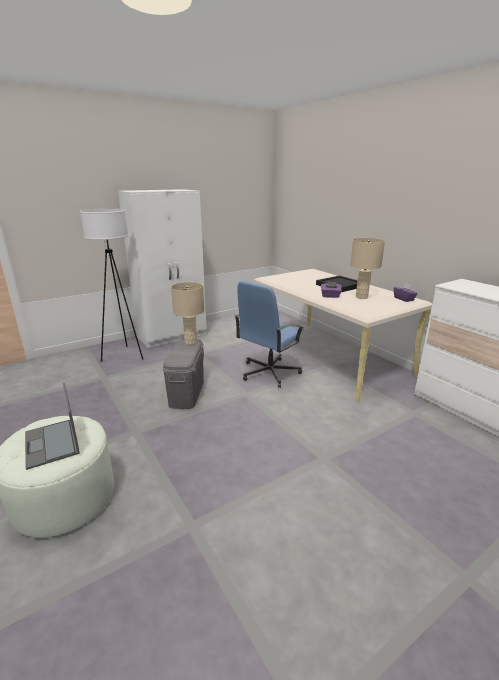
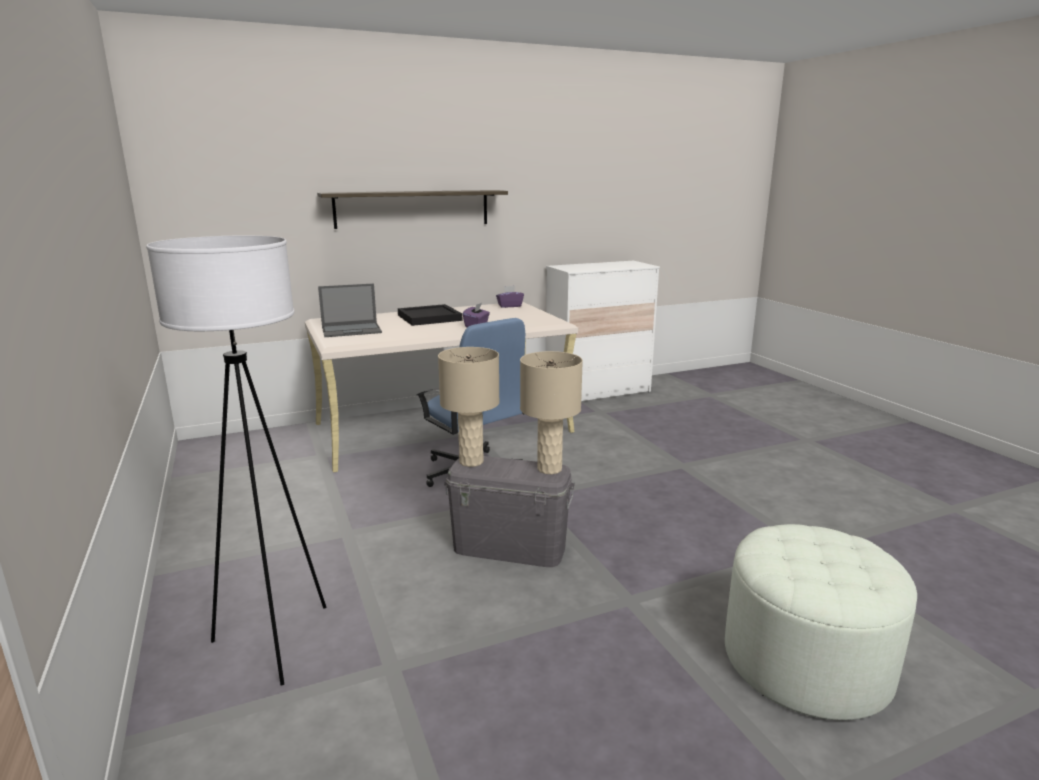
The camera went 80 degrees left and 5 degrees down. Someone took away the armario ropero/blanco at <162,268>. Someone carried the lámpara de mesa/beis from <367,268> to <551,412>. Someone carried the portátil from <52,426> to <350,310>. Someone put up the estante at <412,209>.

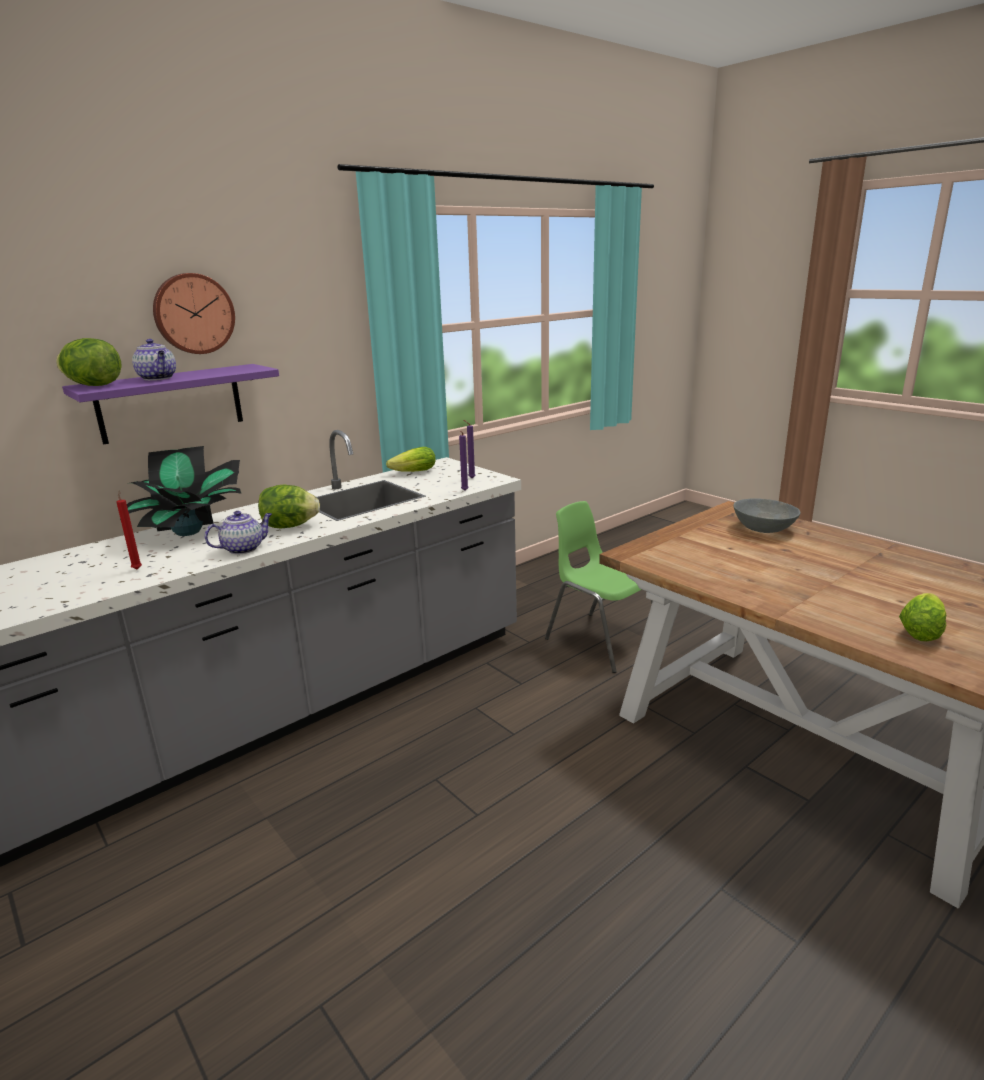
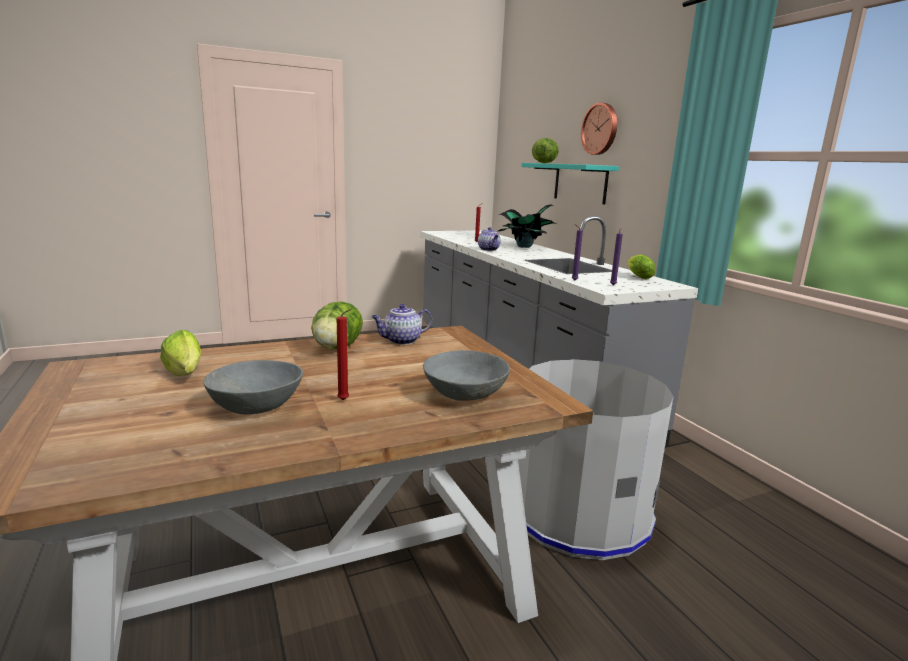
The camera went 105 degrees right and 5 degrees down. Someone carried the tetera from <154,359> to <401,324>. Someone repainted the estante/morado at <170,404>, which became the estante/turquesa at <570,183>. Someone carried the lechuga from <289,506> to <337,325>. Someone swapped the silla/verde at <599,587> for the papelera/gris at <596,459>. Someone put down the vela/rojo at <344,354>. Someone put down the cuenco/gris at <253,387>.

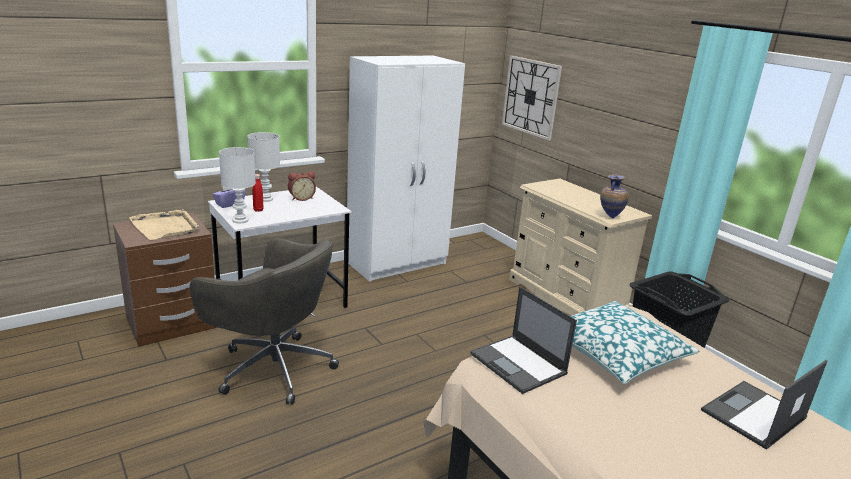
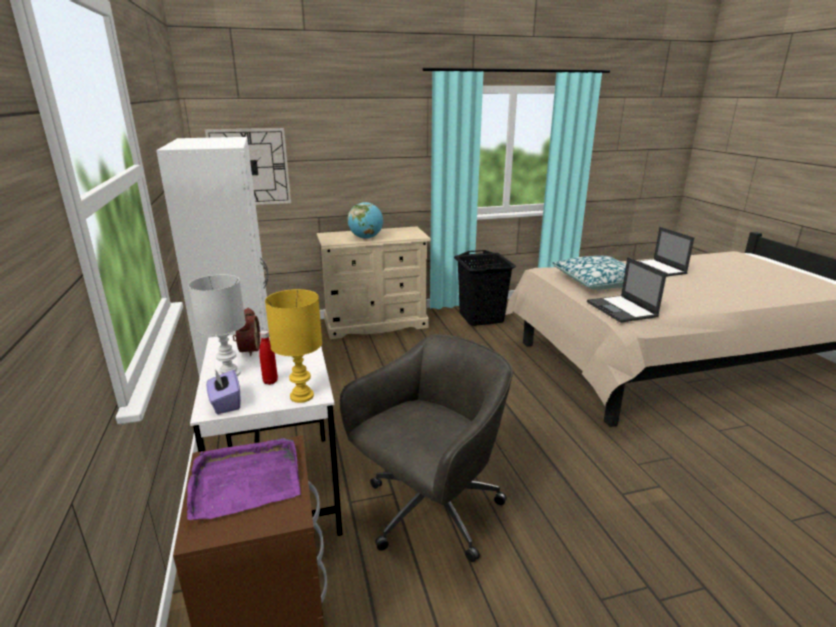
The camera went 70 degrees left and 0 degrees up. Someone repainted the lámpara de mesa/blanco at <237,185>, which became the lámpara de mesa/amarillo at <293,346>. Someone took away the florero at <614,196>. Someone repainted the bandeja/beis at <164,224>, which became the bandeja/morado at <244,479>. Someone rotated the portátil at <523,340> by 90 degrees clockwise. Someone put down the globo terráqueo at <365,220>.

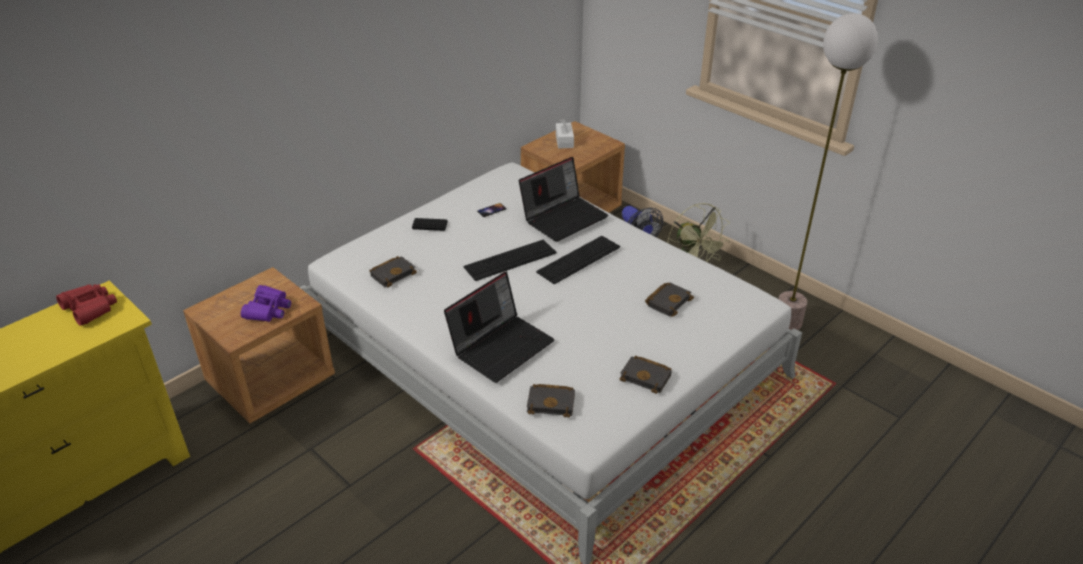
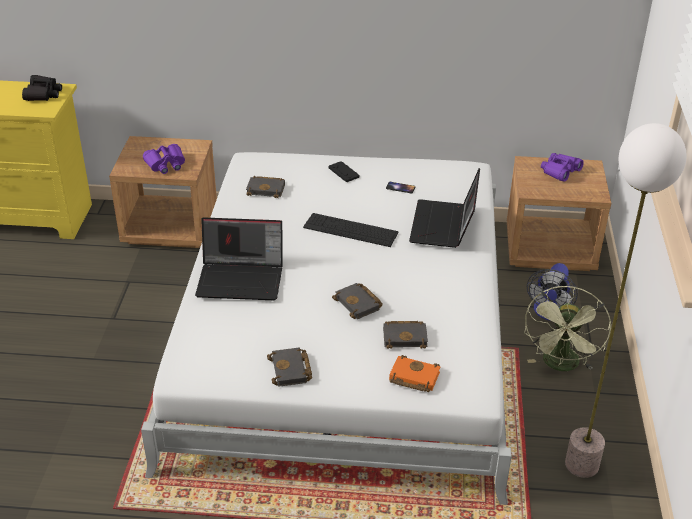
The camera went 50 degrees right and 0 degrees up. Someone swapped the caja de pañuelos/blanco at <565,133> for the prismáticos/morado at <562,167>. Someone rotated the portátil at <563,199> by 90 degrees clockwise. Someone took away the teclado at <578,260>. Someone repainted the prismáticos/rojo at <86,305>, which became the prismáticos/negro at <42,88>. Someone carried the libro/negro from <551,401> to <357,301>. Someone put down the libro/naranja at <414,373>.

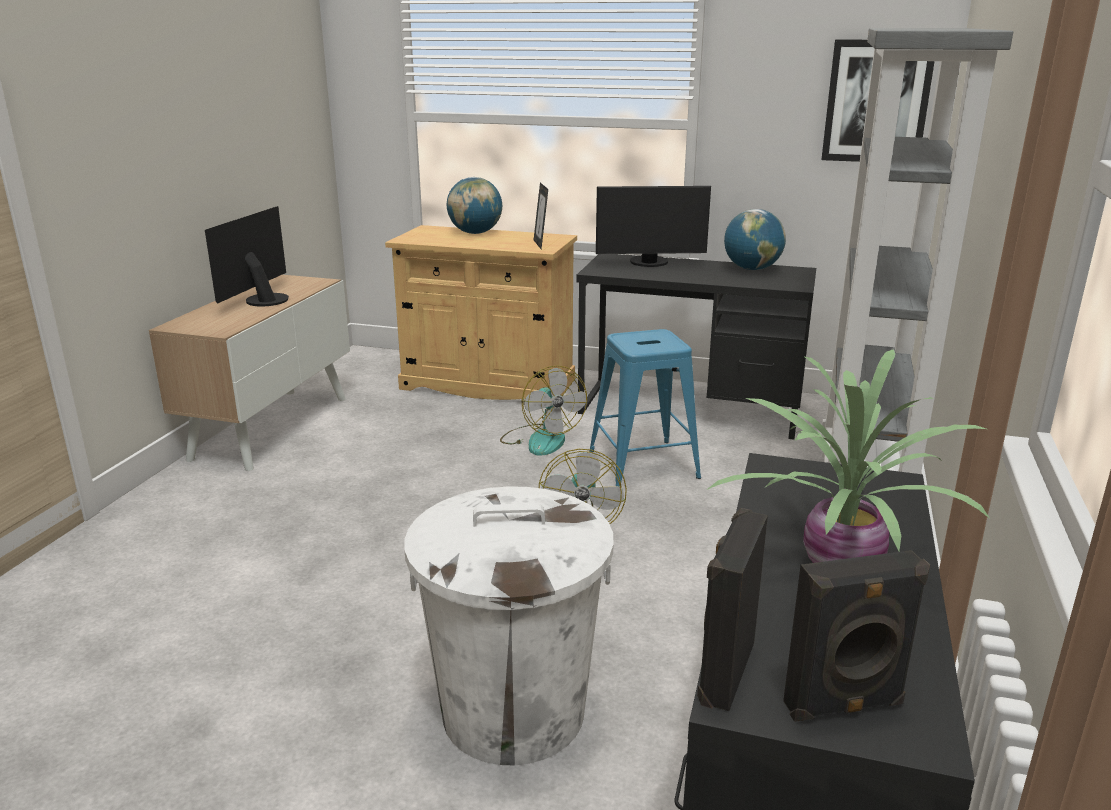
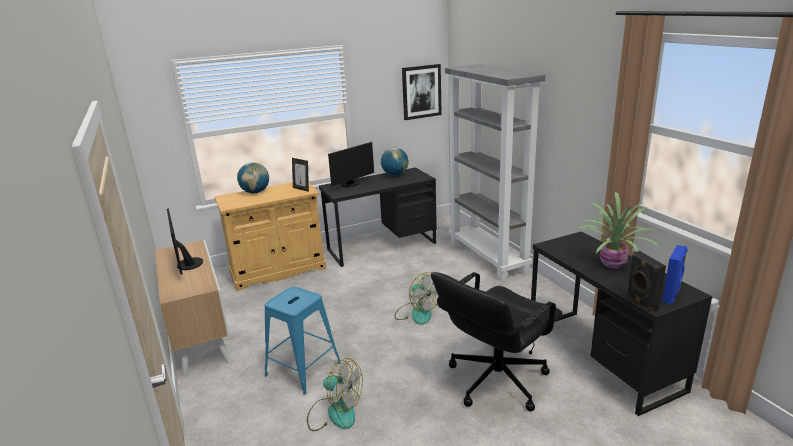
The camera went 40 degrees left and 0 degrees up. Someone carried the taburete/azul from <645,408> to <302,340>. Someone carried the ventilador from <543,410> to <335,394>. Someone swapped the papelera/blanco at <509,625> for the silla de oficina/negro at <497,342>. Someone repainted the altavoz/negro at <856,636>, which became the altavoz/azul at <675,274>.

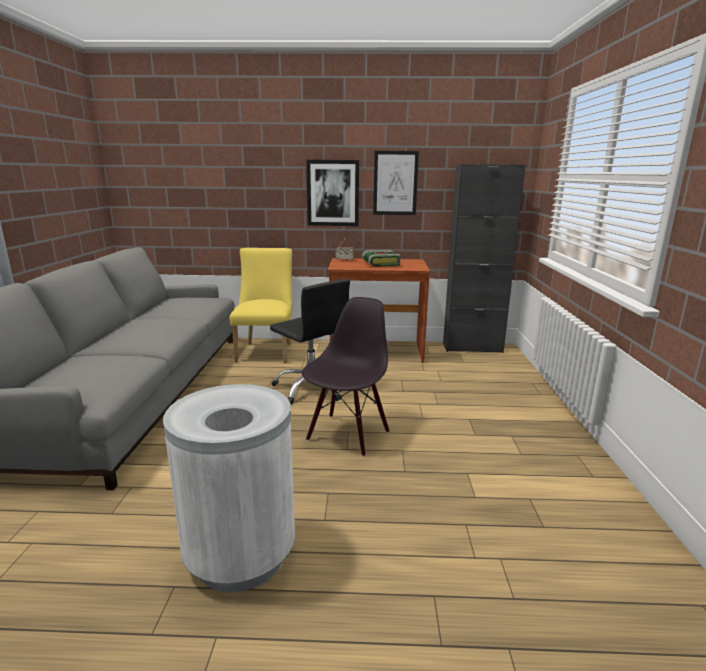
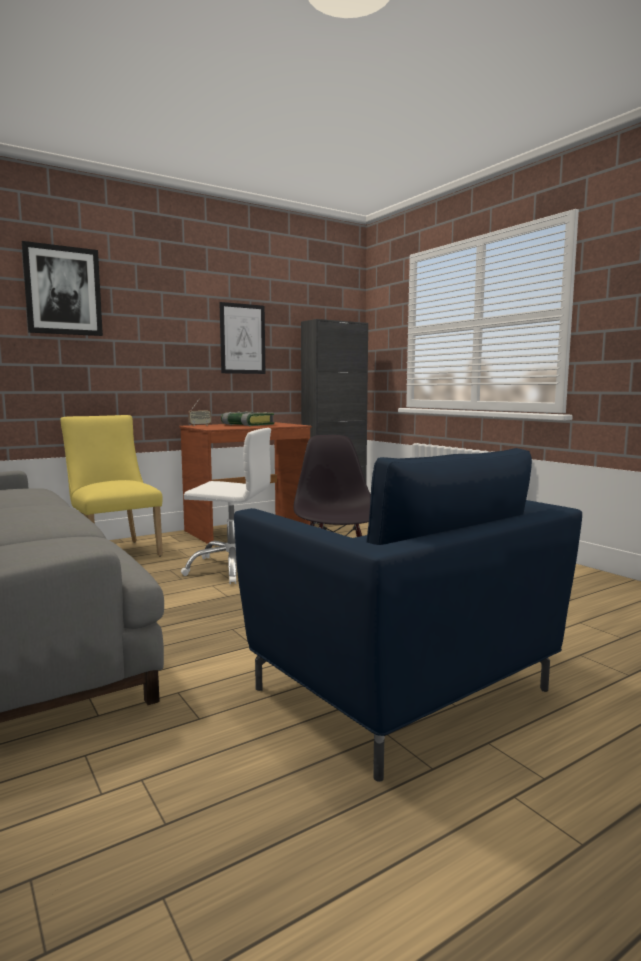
The camera went 35 degrees left and 10 degrees down. Someone carried the cuadro from <332,193> to <62,288>. Someone repainted the silla de oficina/negro at <310,341>, which became the silla de oficina/blanco at <226,506>. Someone swapped the papelera/blanco at <229,488> for the sillón/azul at <408,615>.

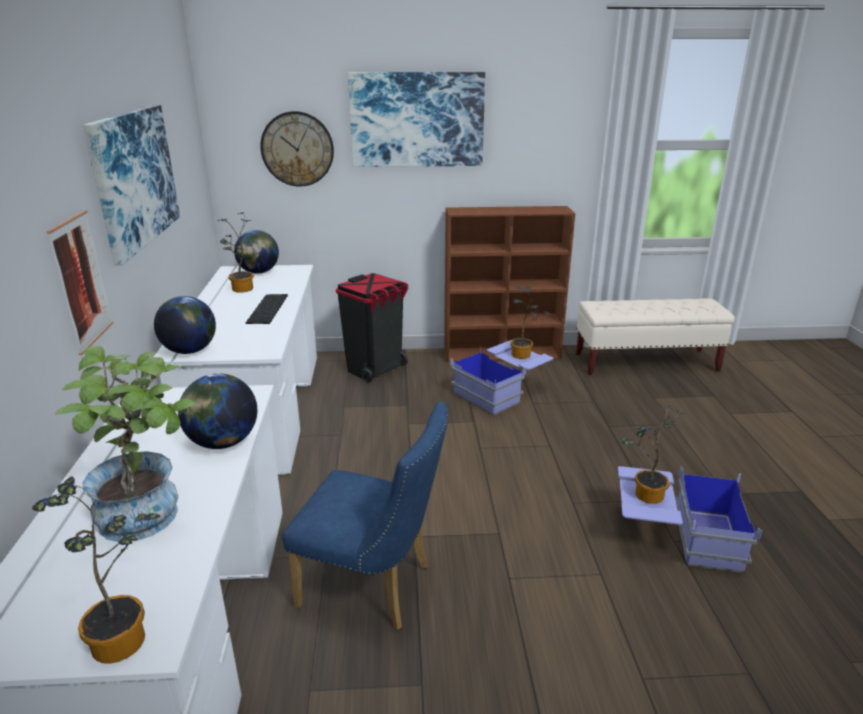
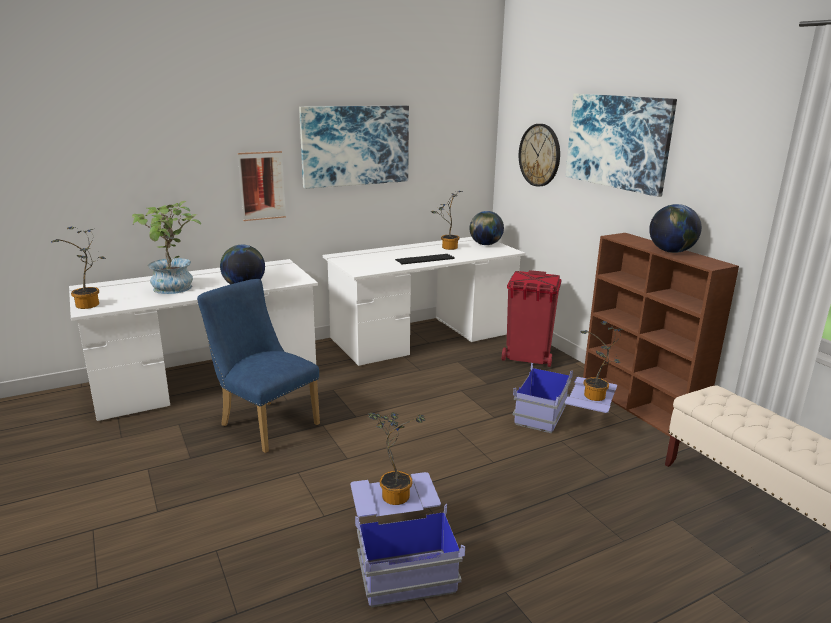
The camera went 65 degrees right and 5 degrees down. Someone repainted the papelera/negro at <372,328>, which became the papelera/rojo at <532,318>. Someone carried the globo terráqueo from <185,325> to <675,228>. Someone rotated the silla/azul at <365,516> by 135 degrees clockwise.

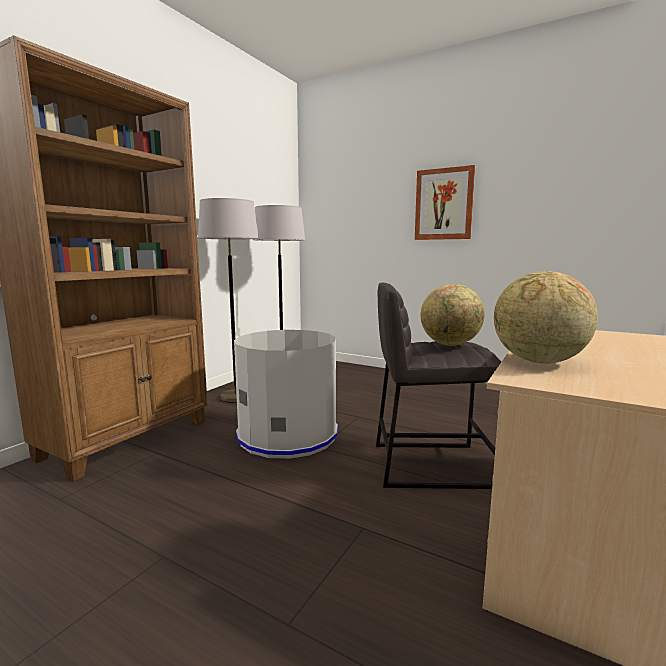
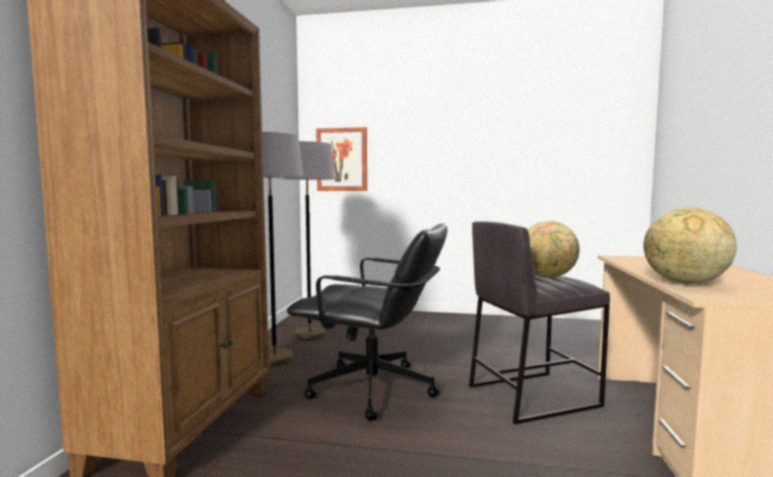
The camera went 20 degrees left and 5 degrees down. Someone carried the cuadro from <445,202> to <341,159>. Someone swapped the papelera/gris at <286,394> for the silla de oficina/negro at <367,322>.

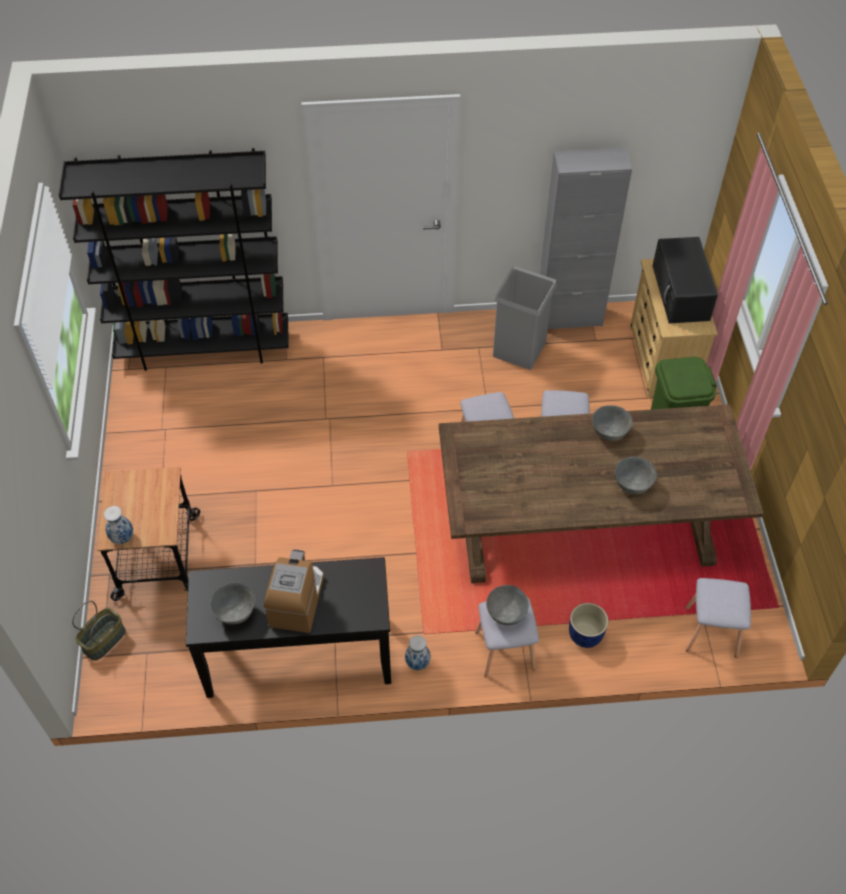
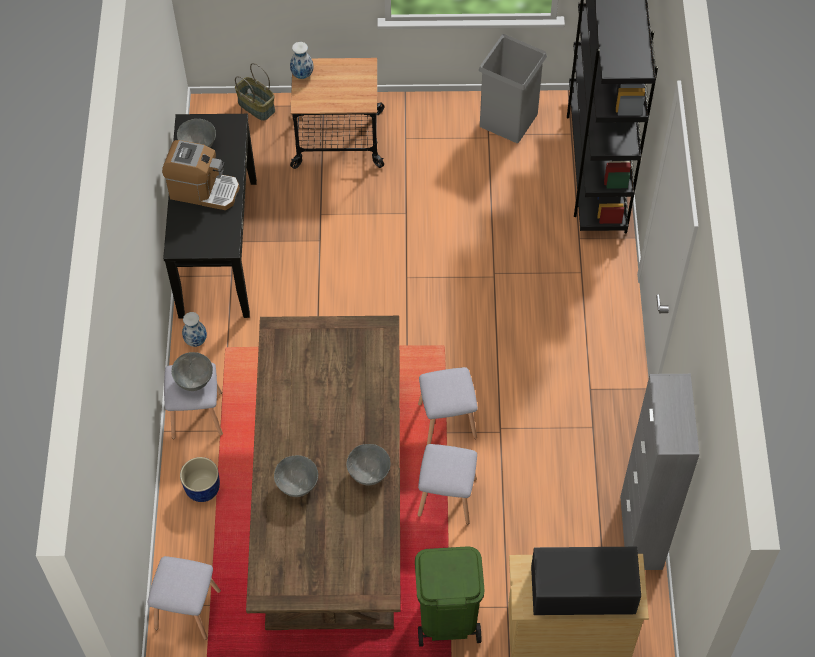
The camera went 95 degrees right and 5 degrees up. Someone carried the papelera/gris from <525,318> to <513,88>.

